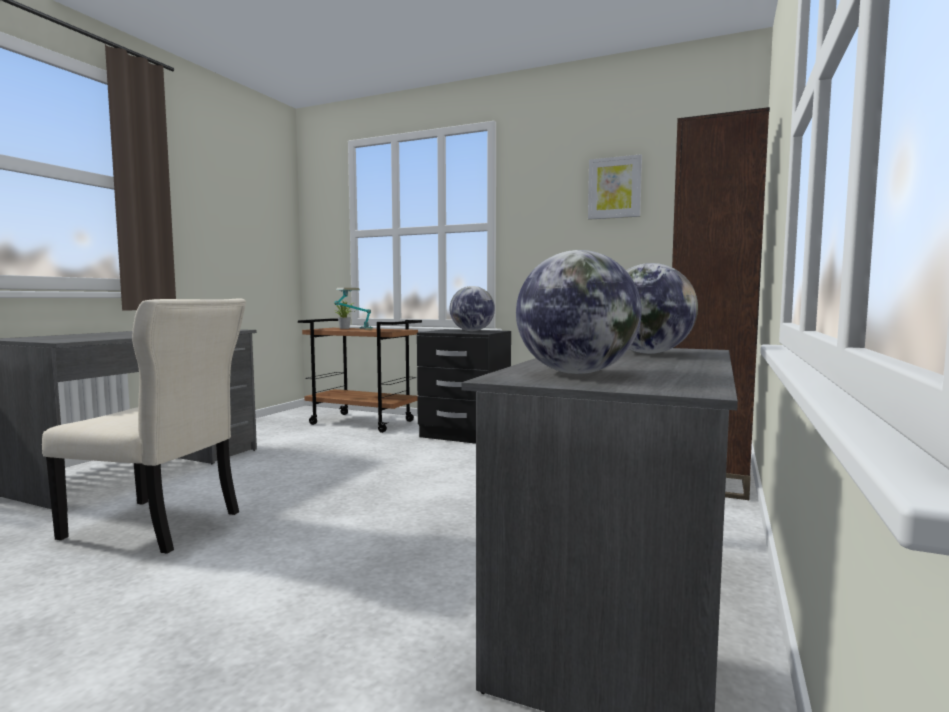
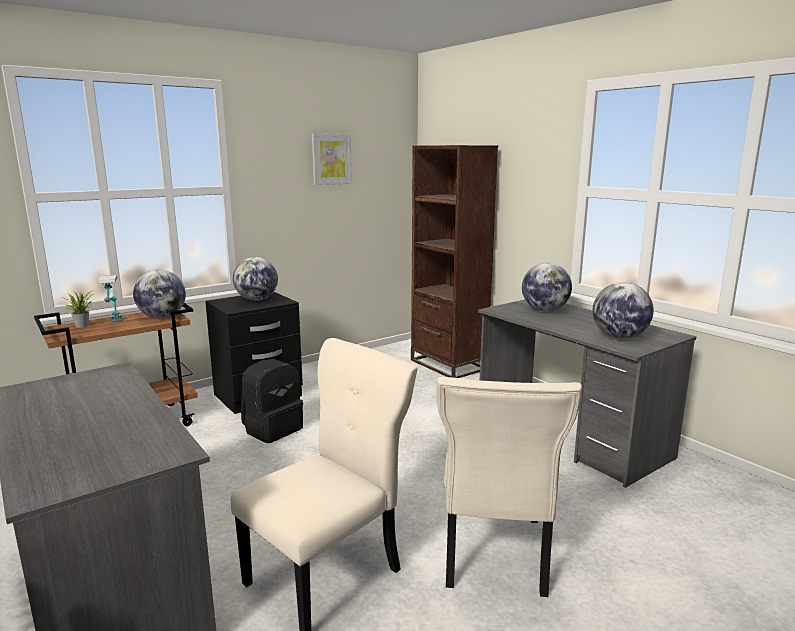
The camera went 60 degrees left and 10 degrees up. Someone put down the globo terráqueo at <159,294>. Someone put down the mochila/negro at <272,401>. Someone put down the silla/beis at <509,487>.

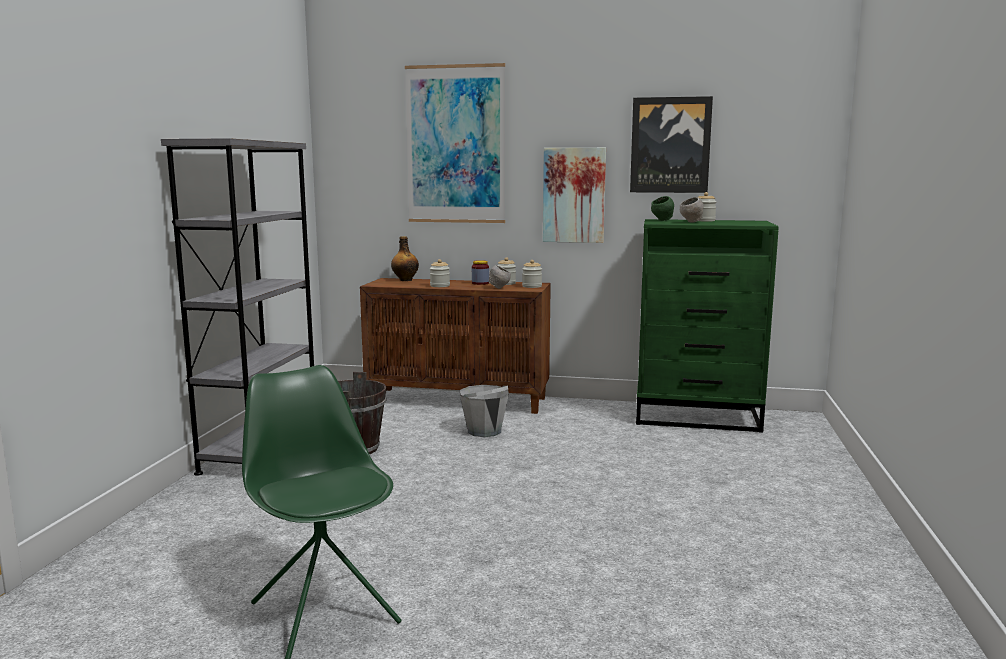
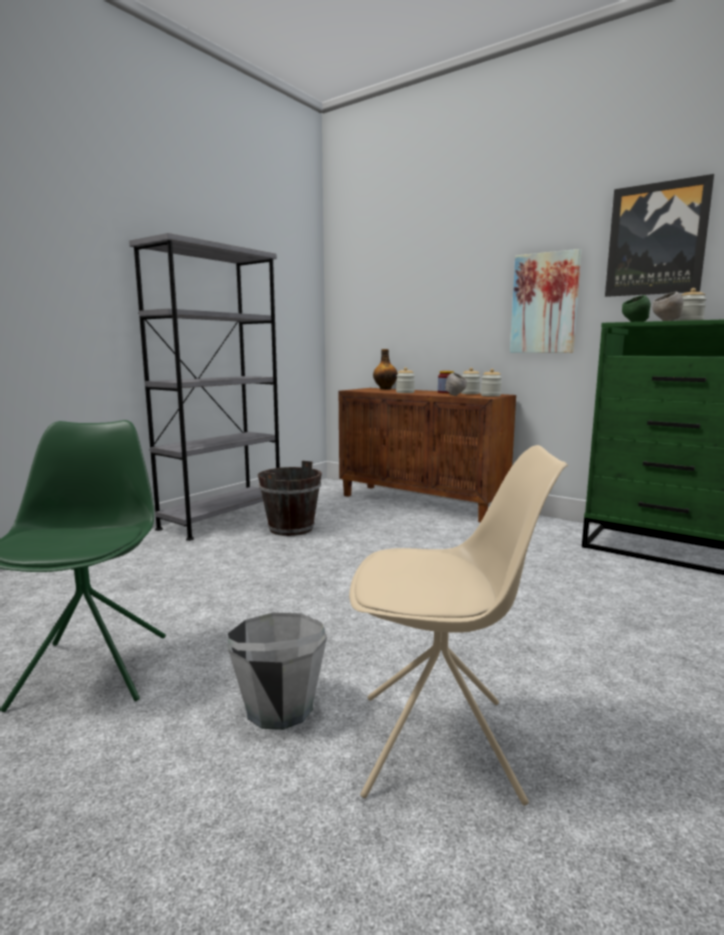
The camera went 25 degrees right and 0 degrees up. Someone took away the cuadro at <455,143>. Someone carried the cubo/gris from <484,411> to <277,671>. Someone put down the silla/beis at <458,625>.

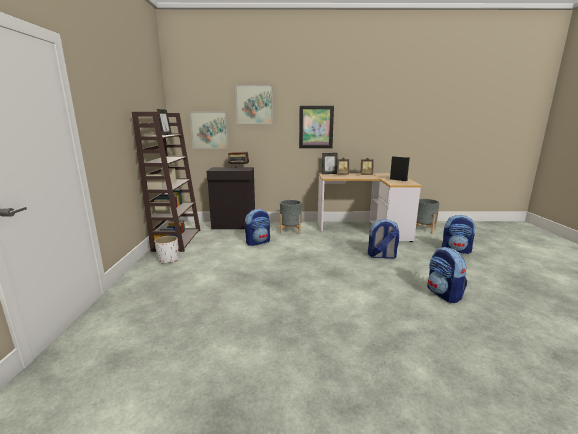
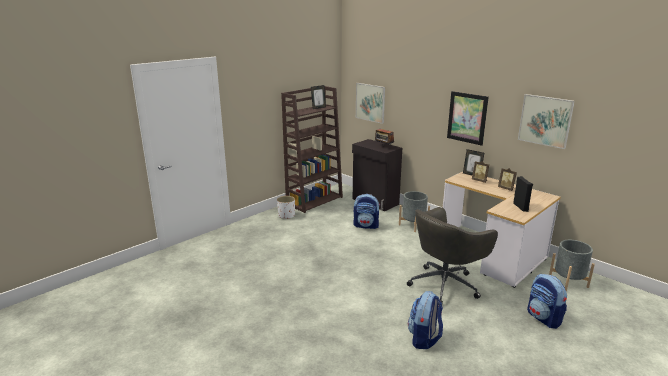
The camera went 45 degrees right and 5 degrees up. Someone carried the cuadro from <254,104> to <546,121>. Someone swapped the mochila at <383,239> for the silla de oficina/gris at <452,255>.

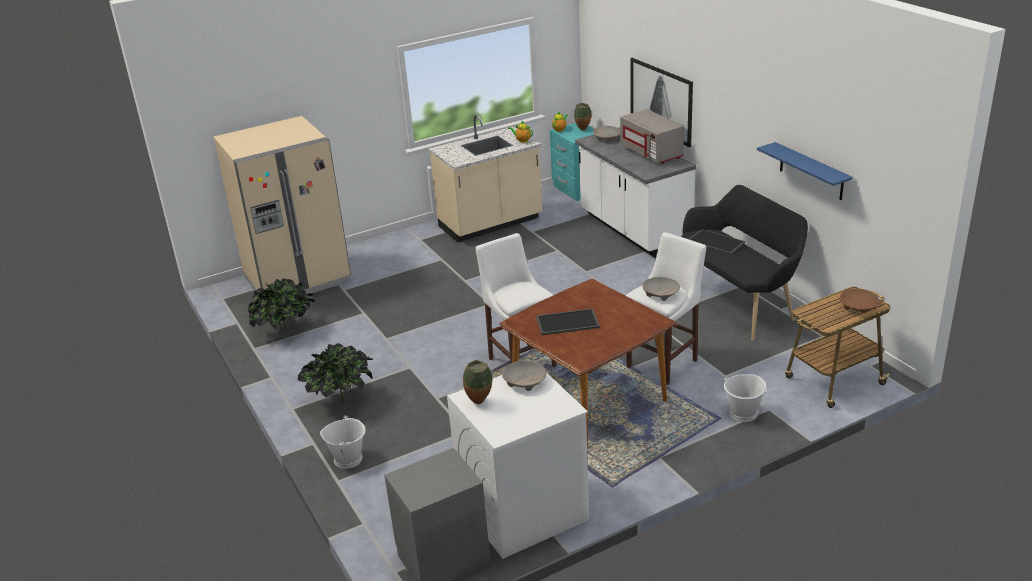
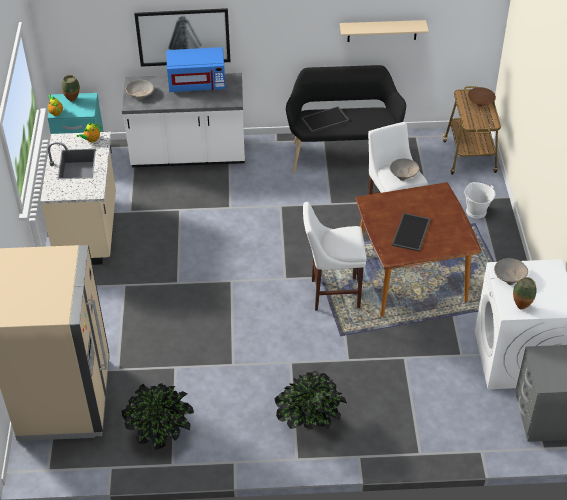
The camera went 65 degrees left and 15 degrees up. Someone repainted the microondas/gris at <652,136>, which became the microondas/azul at <196,69>. Someone repainted the estante/azul at <805,171>, which became the estante/beis at <384,31>. Someone took away the cubo/blanco at <343,442>.

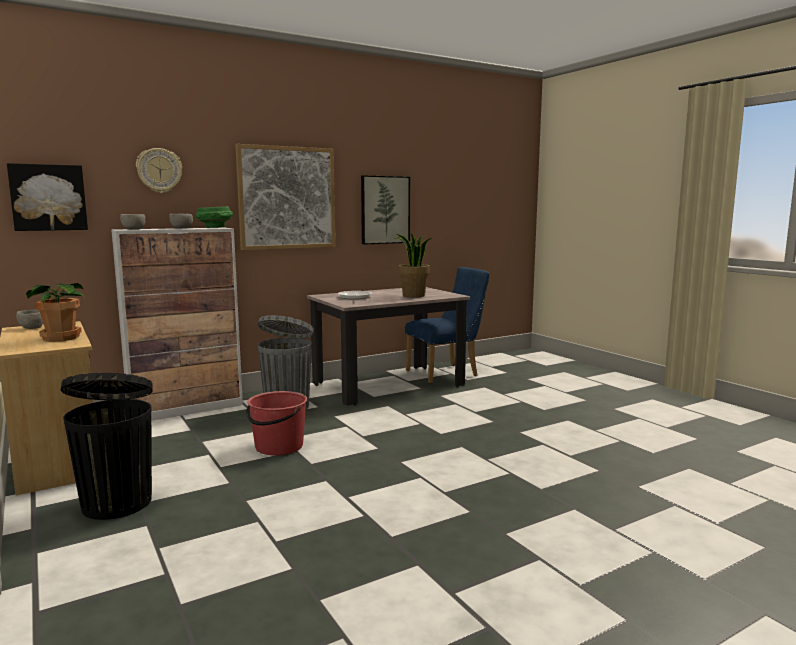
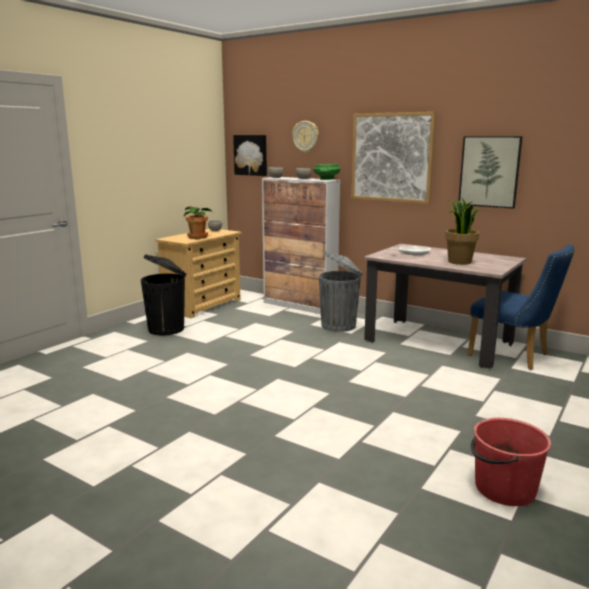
The camera went 65 degrees right and 5 degrees up. Someone carried the cubo/rojo from <276,423> to <510,462>.

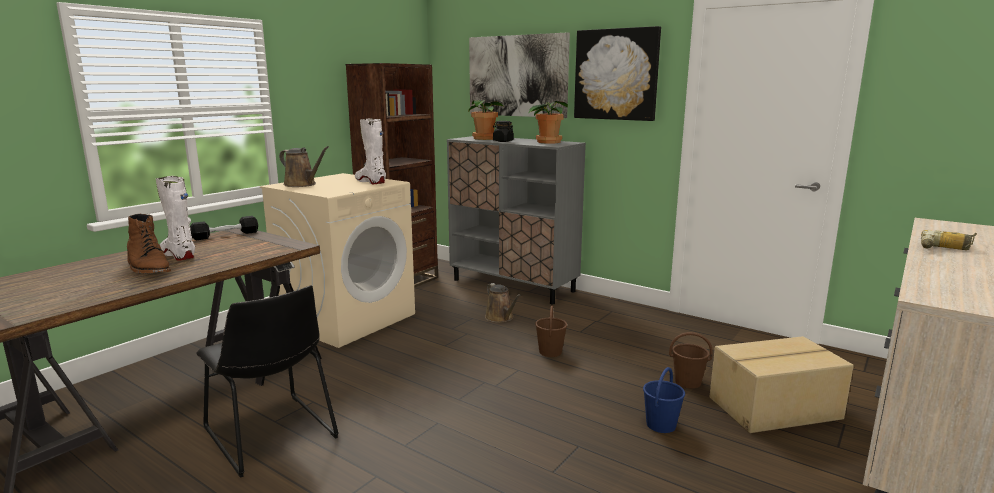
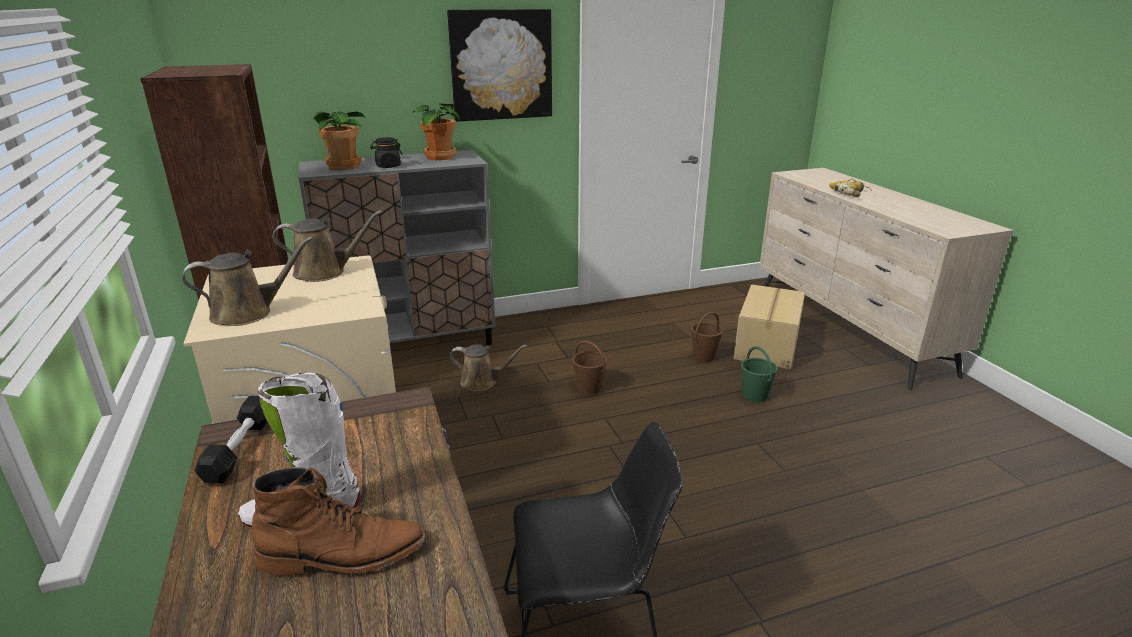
The camera went 55 degrees left and 10 degrees up. Someone took away the cuadro at <519,75>. Someone swapped the bota/blanco at <370,151> for the regadera/marrón at <327,246>. Someone repainted the cubo/azul at <664,400>, which became the cubo/verde at <759,374>.

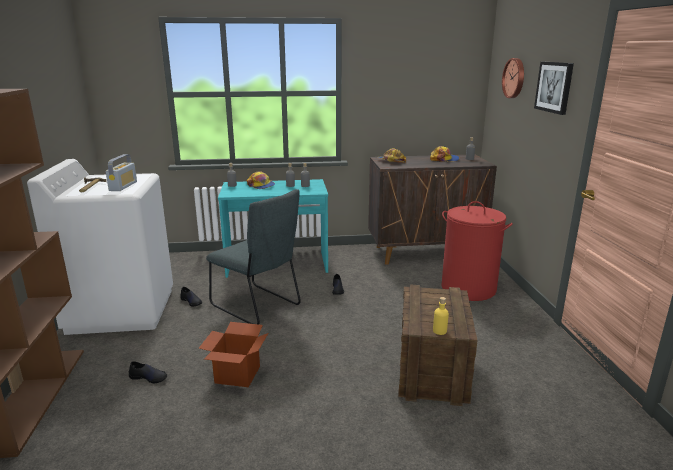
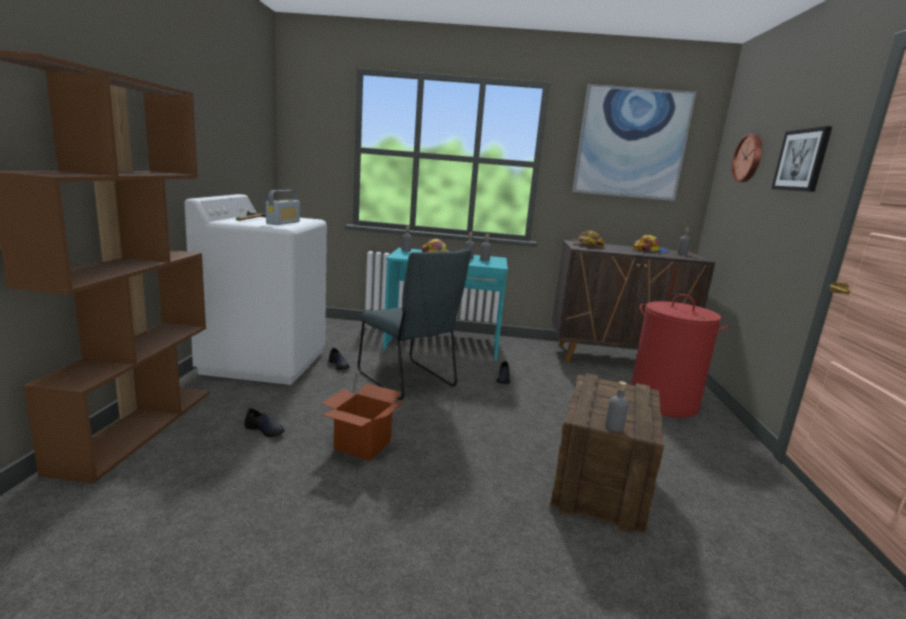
The camera went 10 degrees right and 5 degrees down. Someone repainted the botella/amarillo at <441,316>, which became the botella/gris at <617,406>. Someone put up the cuadro at <634,142>.

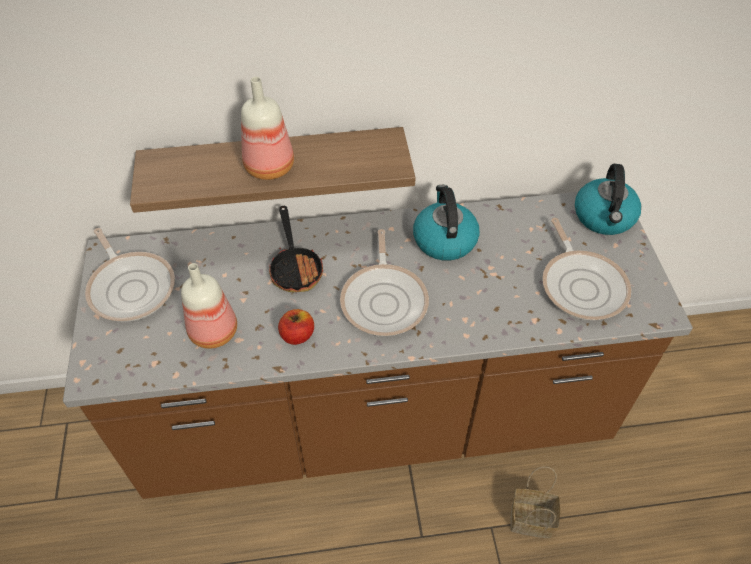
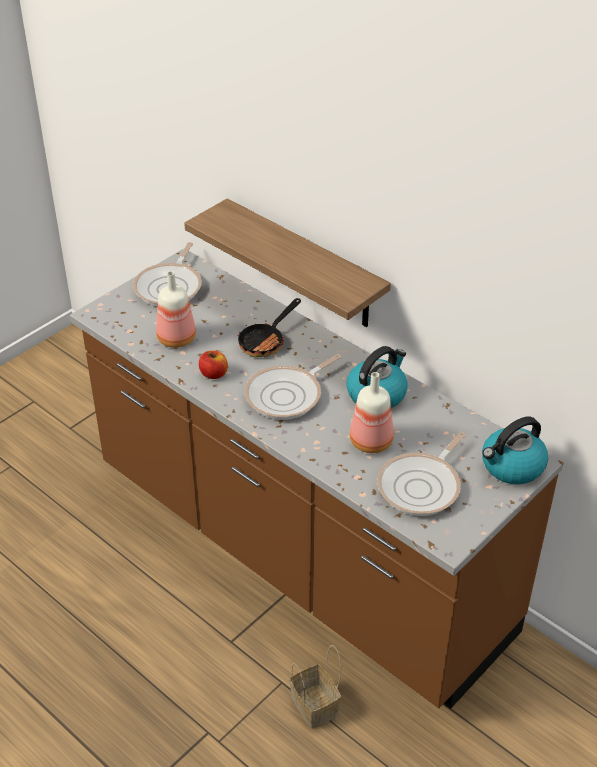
The camera went 50 degrees right and 10 degrees down. Someone carried the botella from <267,128> to <372,412>.

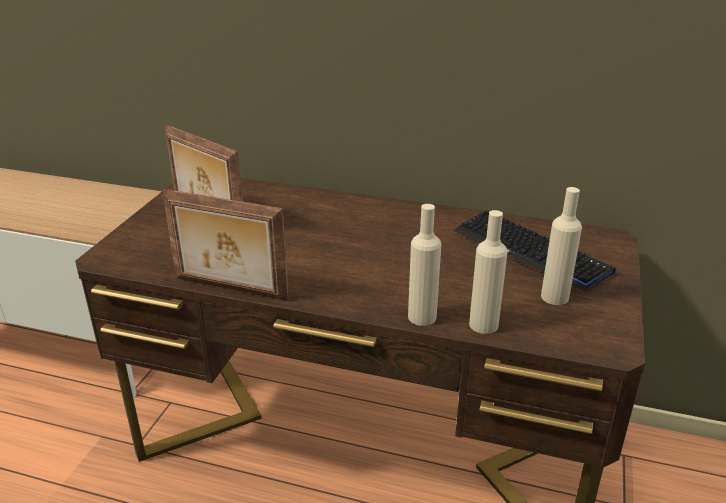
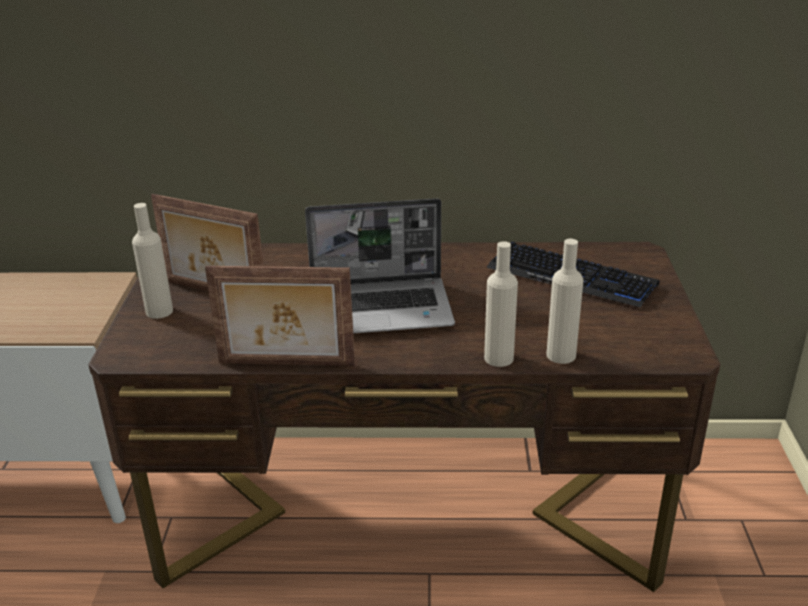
The camera went 15 degrees left and 0 degrees up. Someone carried the botella/beis from <561,246> to <152,261>. Someone put down the portátil at <380,265>.

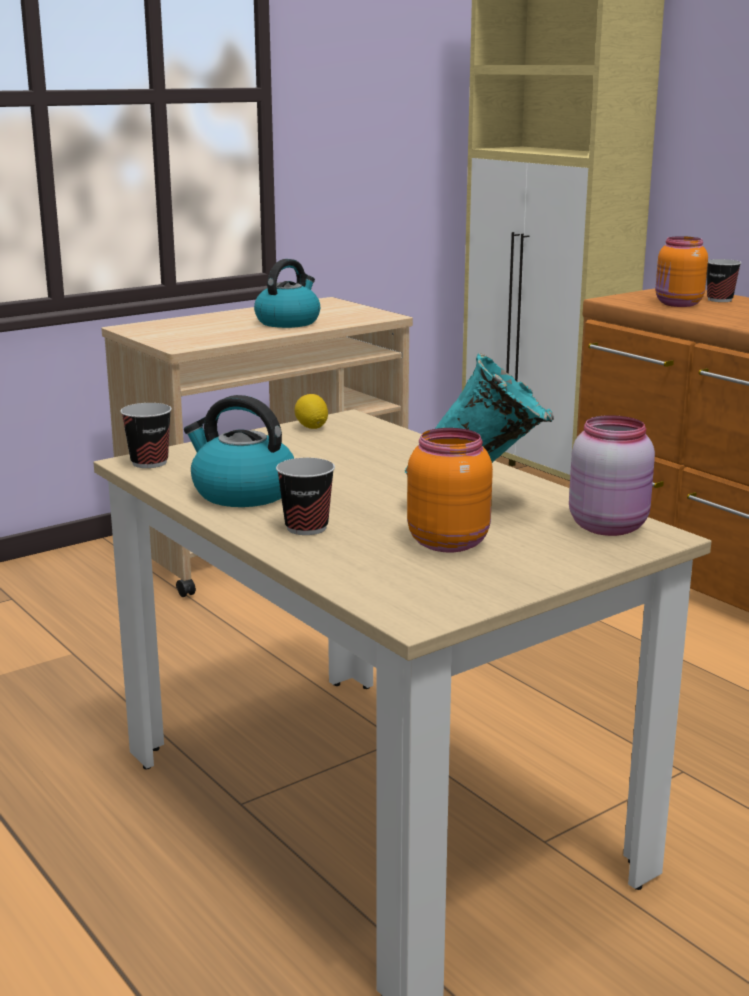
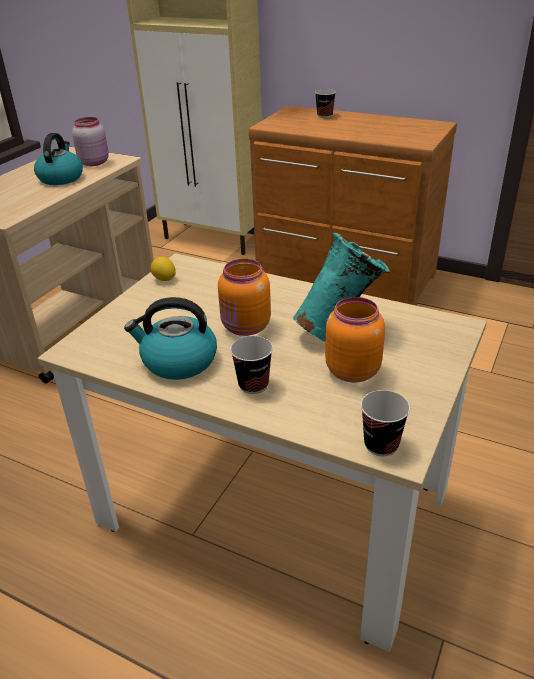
The camera went 25 degrees left and 15 degrees up. Someone carried the tarro/naranja from <682,271> to <244,297>. Someone carried the taza from <146,435> to <385,423>. Someone carried the tarro/rosa from <612,475> to <90,141>.

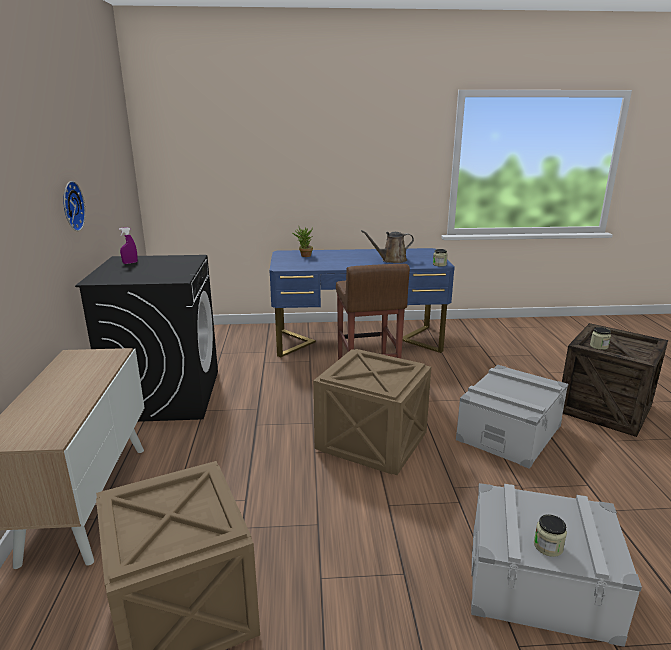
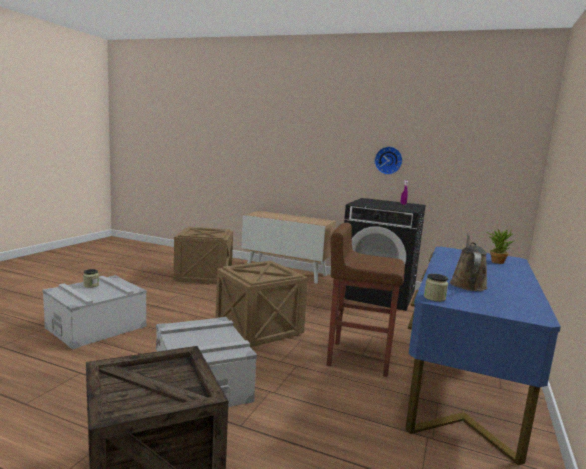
The camera went 115 degrees right and 10 degrees down. Someone took away the tarro at <600,338>.

